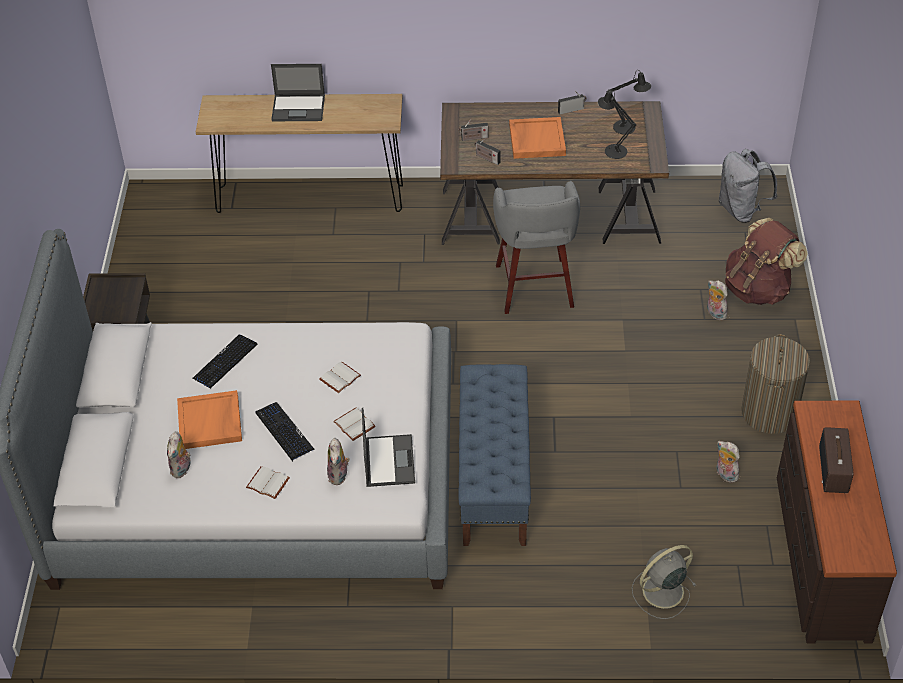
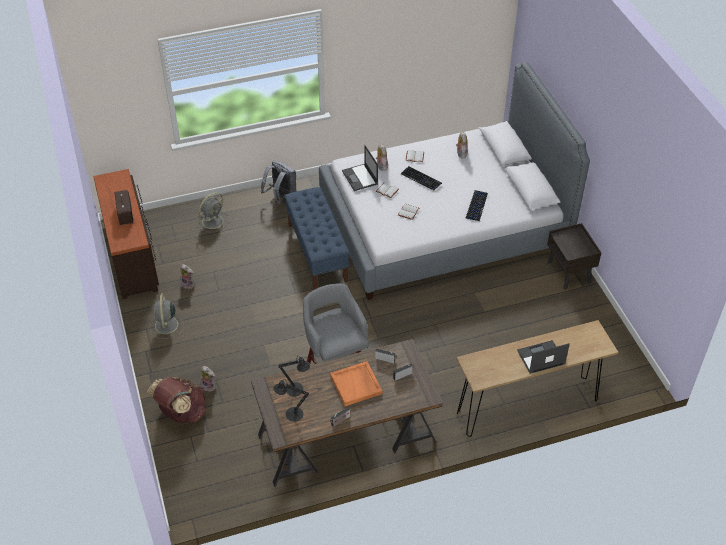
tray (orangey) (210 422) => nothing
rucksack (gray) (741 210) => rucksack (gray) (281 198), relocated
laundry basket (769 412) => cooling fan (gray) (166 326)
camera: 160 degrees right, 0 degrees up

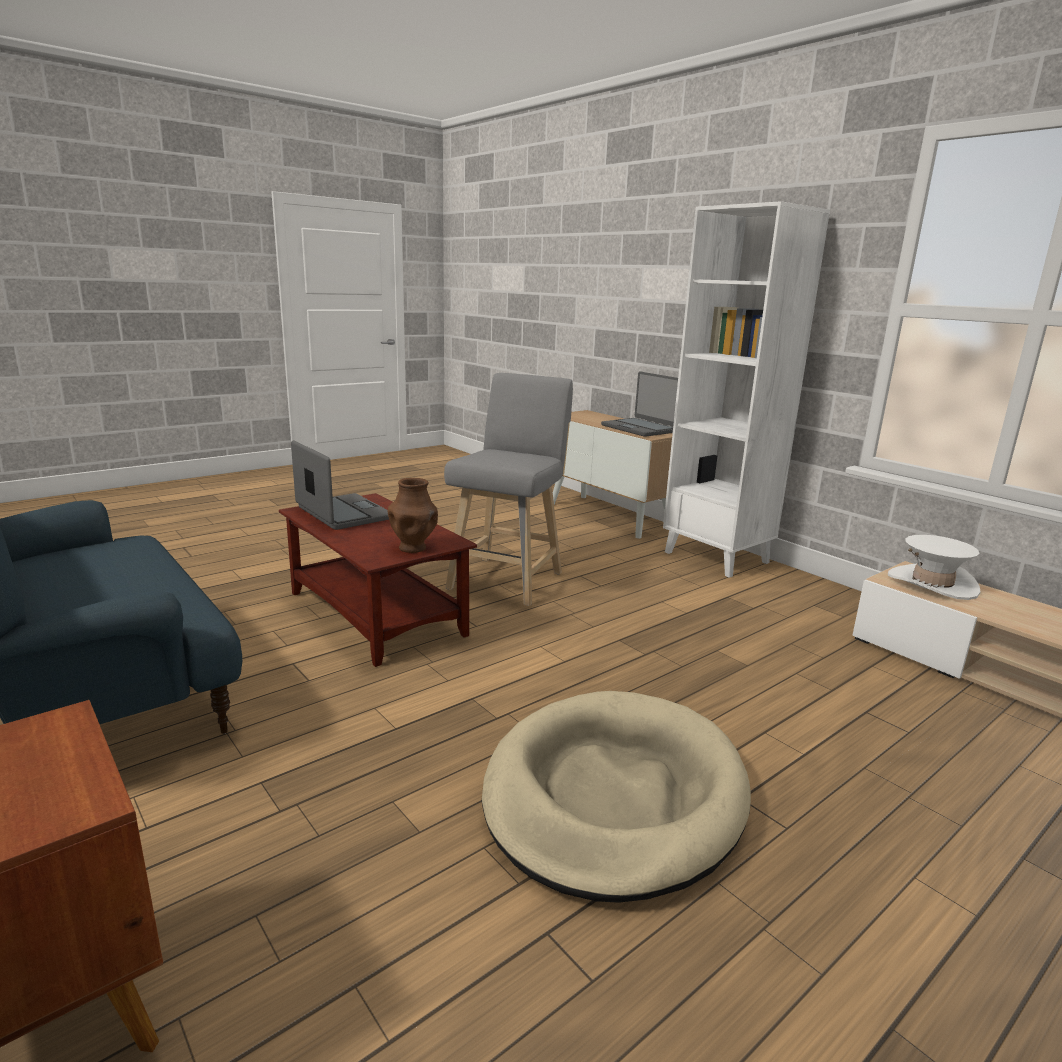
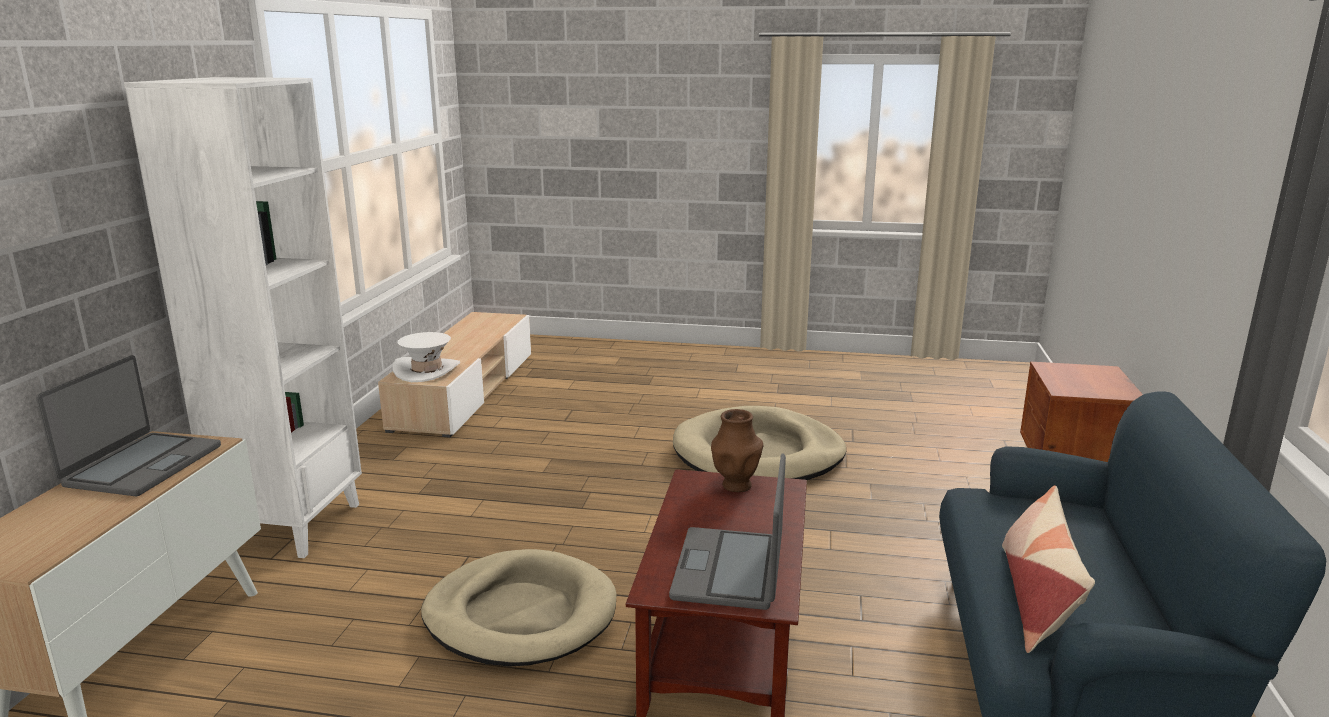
stool seat (gray) (508 578) => dog cushion (beige) (521 614)
nothing => throw pillow (1037 597)
camera: 130 degrees left, 0 degrees up

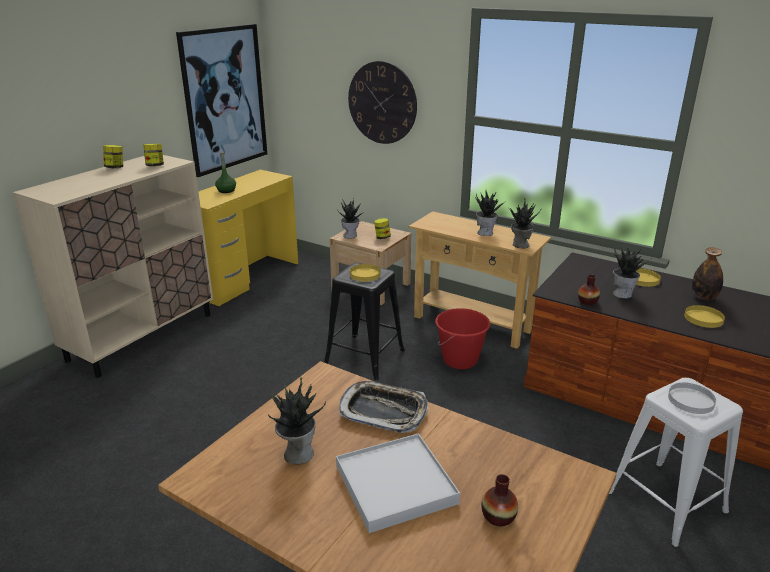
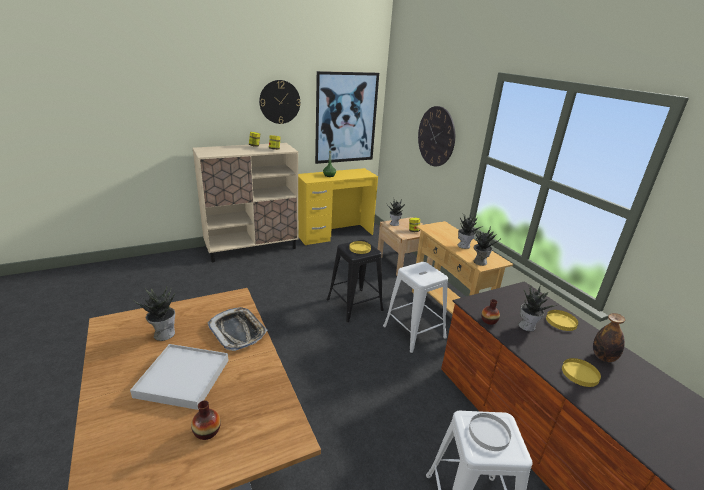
pail (reddish) (460 360) => stool seat (whitish) (414 332)
nothing => wall clock (279 102)
camera: 30 degrees right, 0 degrees up

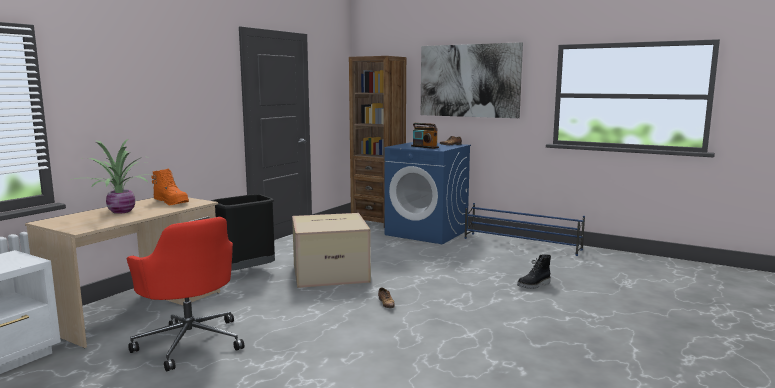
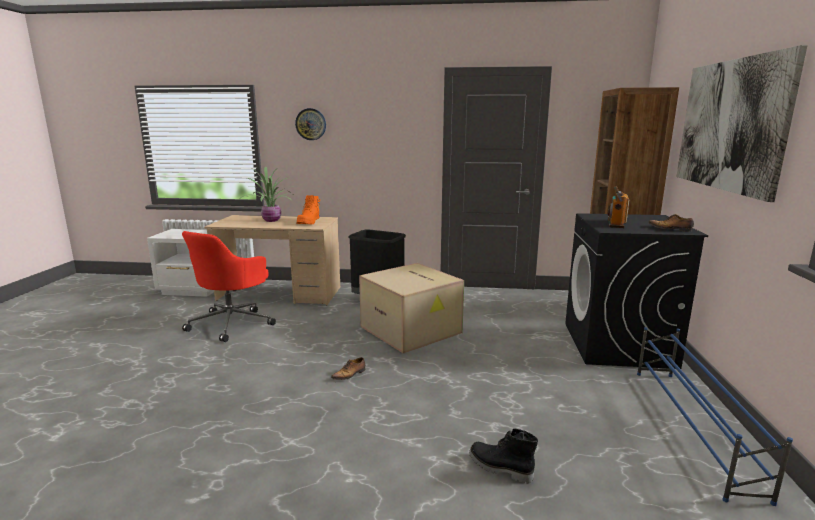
laundry machine (bluish) (427 232) => laundry machine (black-coloured) (618 345)
nothing => wall clock (311 124)
camera: 65 degrees right, 5 degrees up

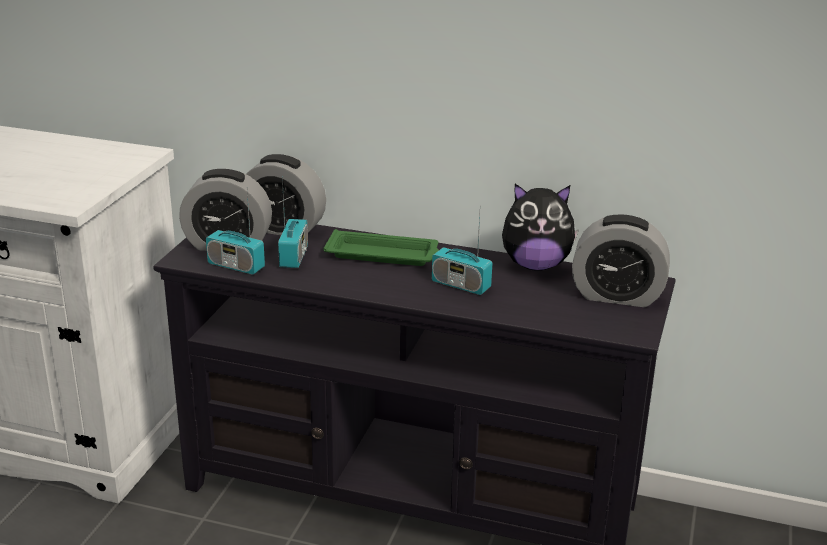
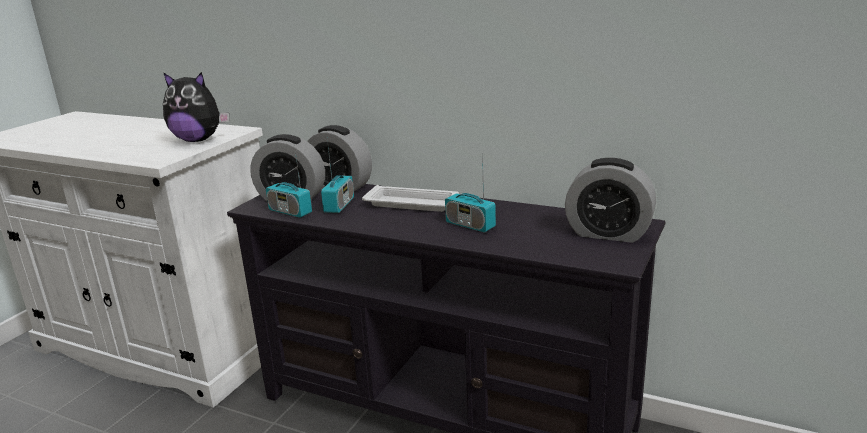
tray (green-coloured) (384 255) => tray (whitish) (413 204)
cuddly toy (535 265) => cuddly toy (198 140), relocated
camera: 10 degrees right, 5 degrees down

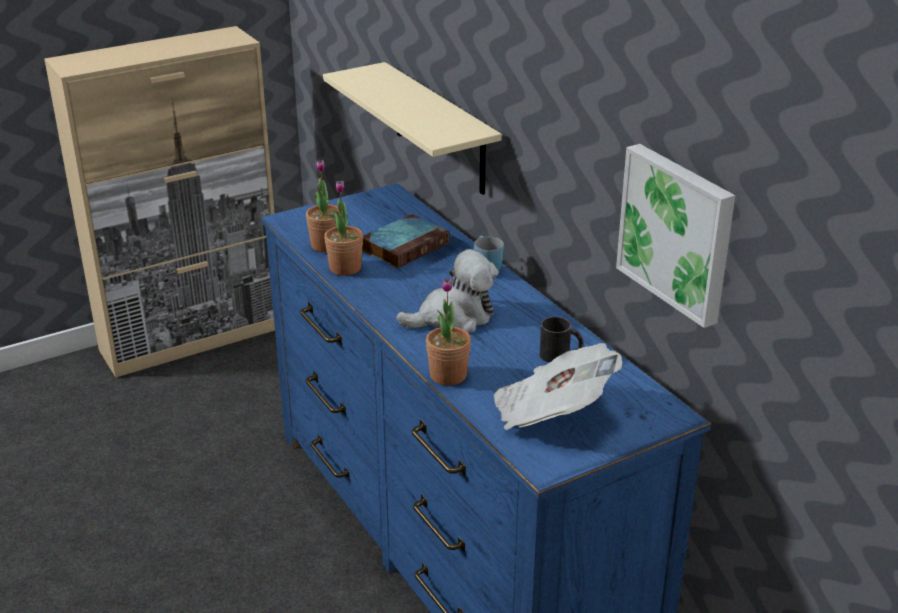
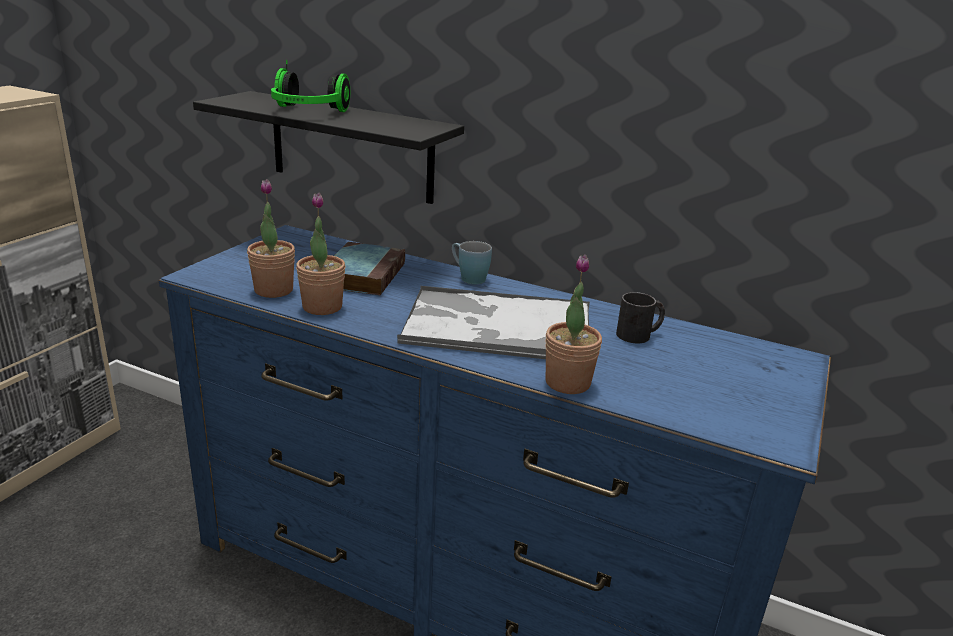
shelf (beige) (439 129) => shelf (black-coloured) (351 147)
cuddly toy (454 317) => tray (496 326)
printed paper (551 413) => nothing
wall art (678 232) => nothing
nothing => headset (308 112)
camera: 35 degrees left, 5 degrees down

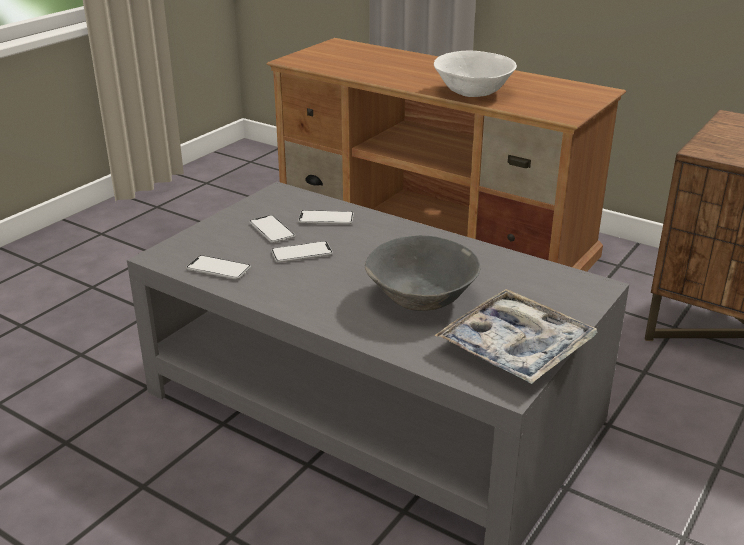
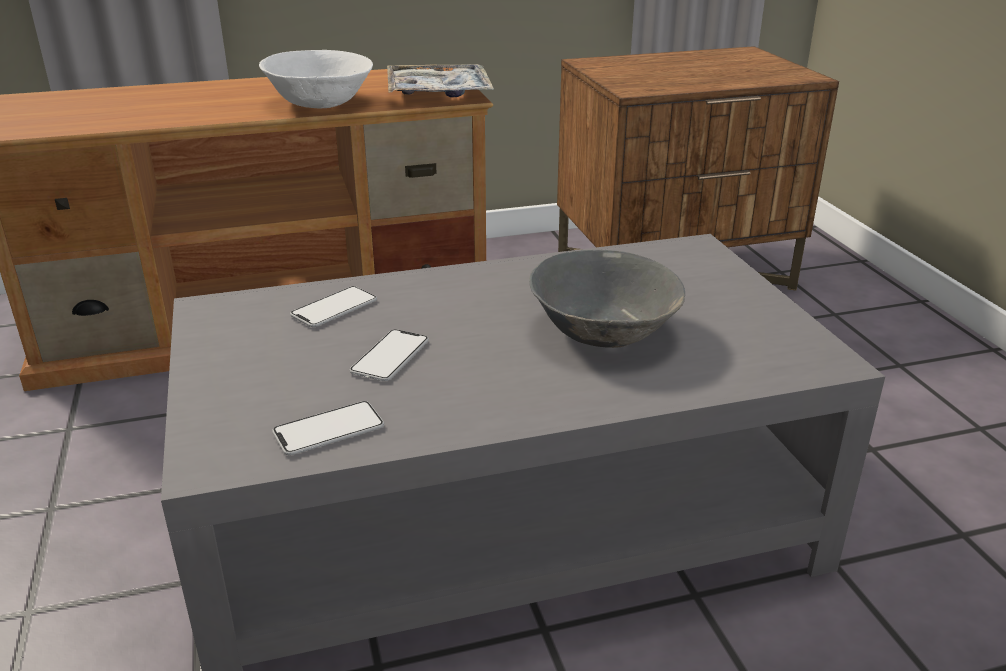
phone (272 230) => nothing
tray (515 347) => tray (438 93), relocated
camera: 50 degrees left, 0 degrees up

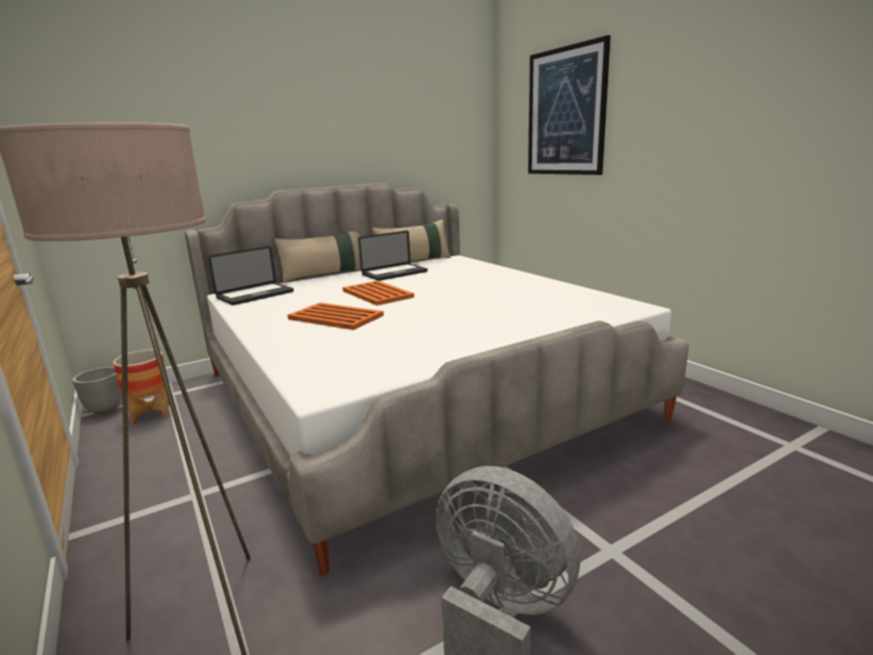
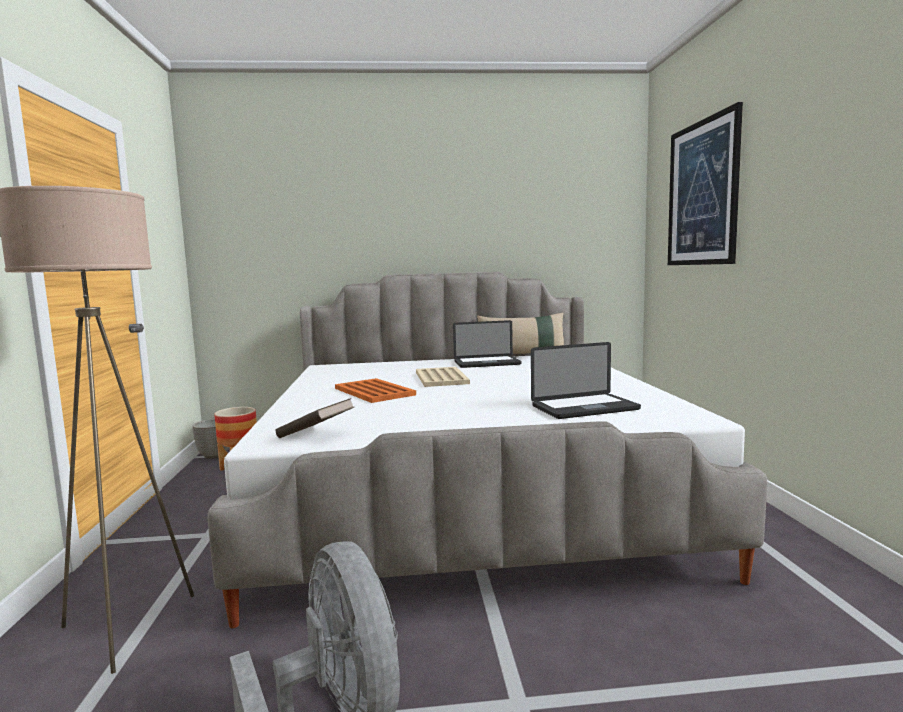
notebook computer (255 295) => notebook computer (585 408), relocated
throw pillow (beige) (325 275) => nothing
tray (orangey) (377 294) => tray (beige) (441 378)
nothing => volume (brown) (316 435)
camera: 25 degrees right, 10 degrees down

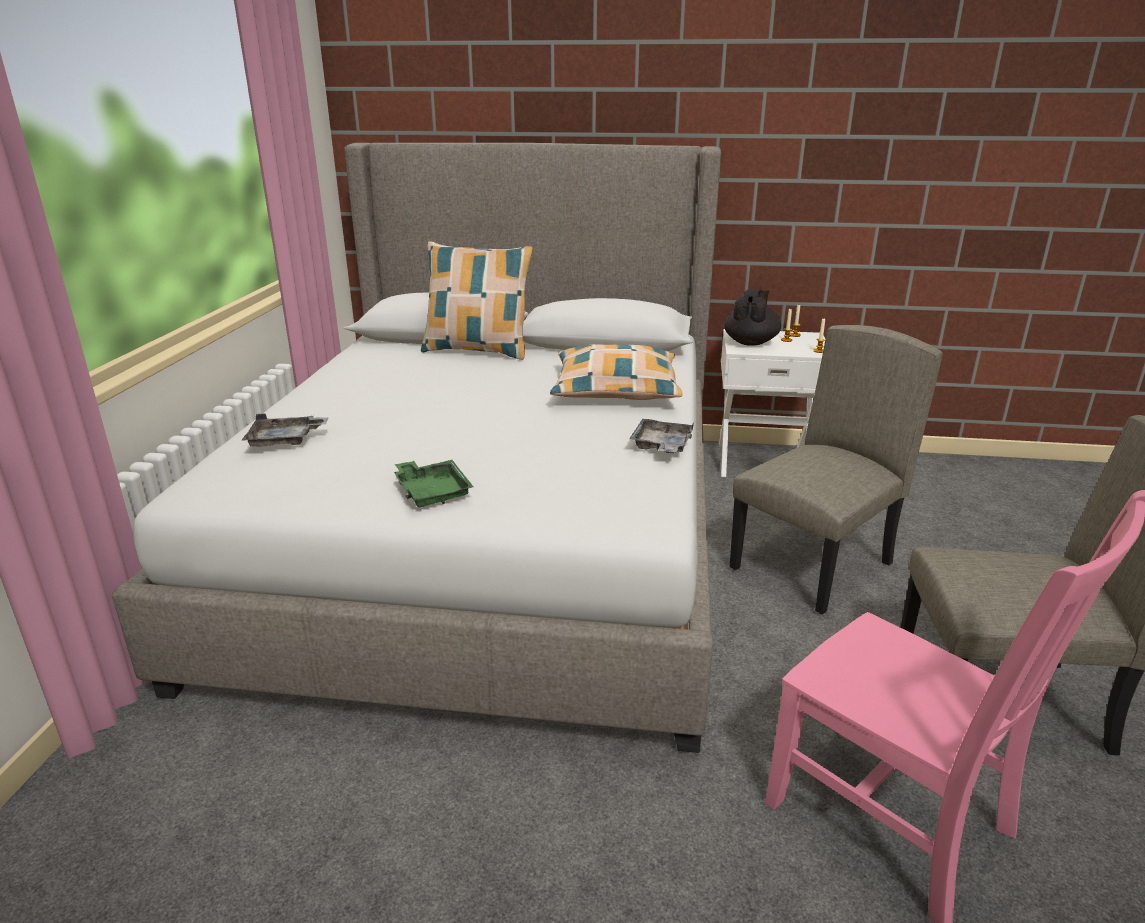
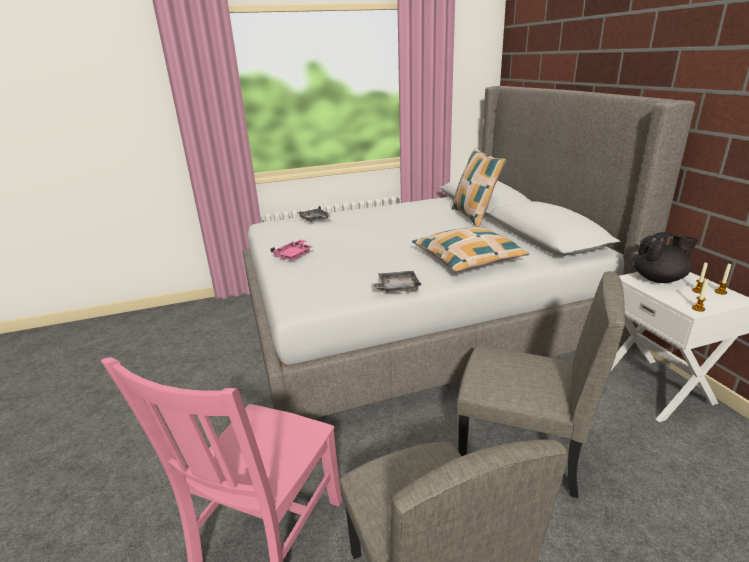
tray (green-coloured) (432 492) => tray (pink-coloured) (294 255)
camera: 65 degrees right, 0 degrees up

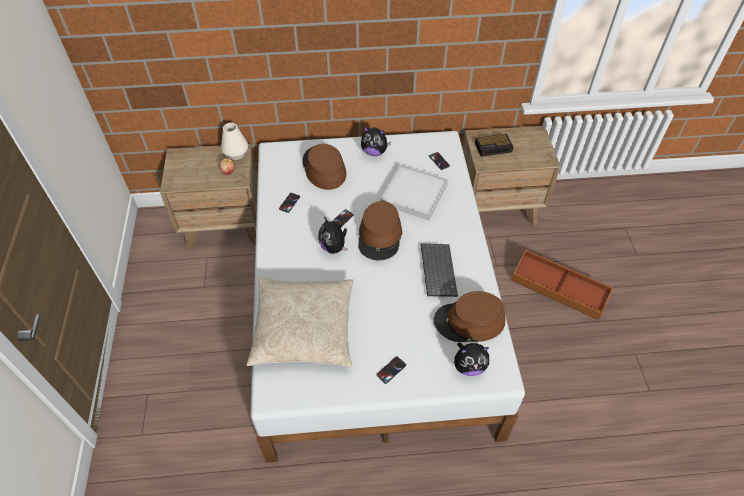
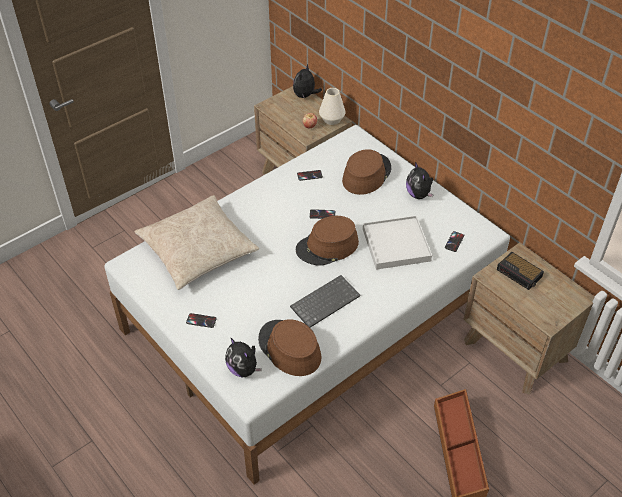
cuddly toy (334 247) => cuddly toy (305 96), relocated
camera: 55 degrees right, 5 degrees down

